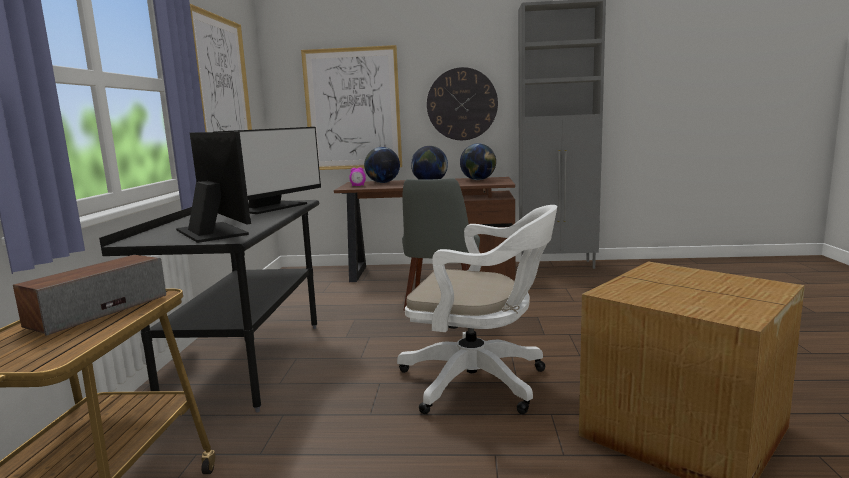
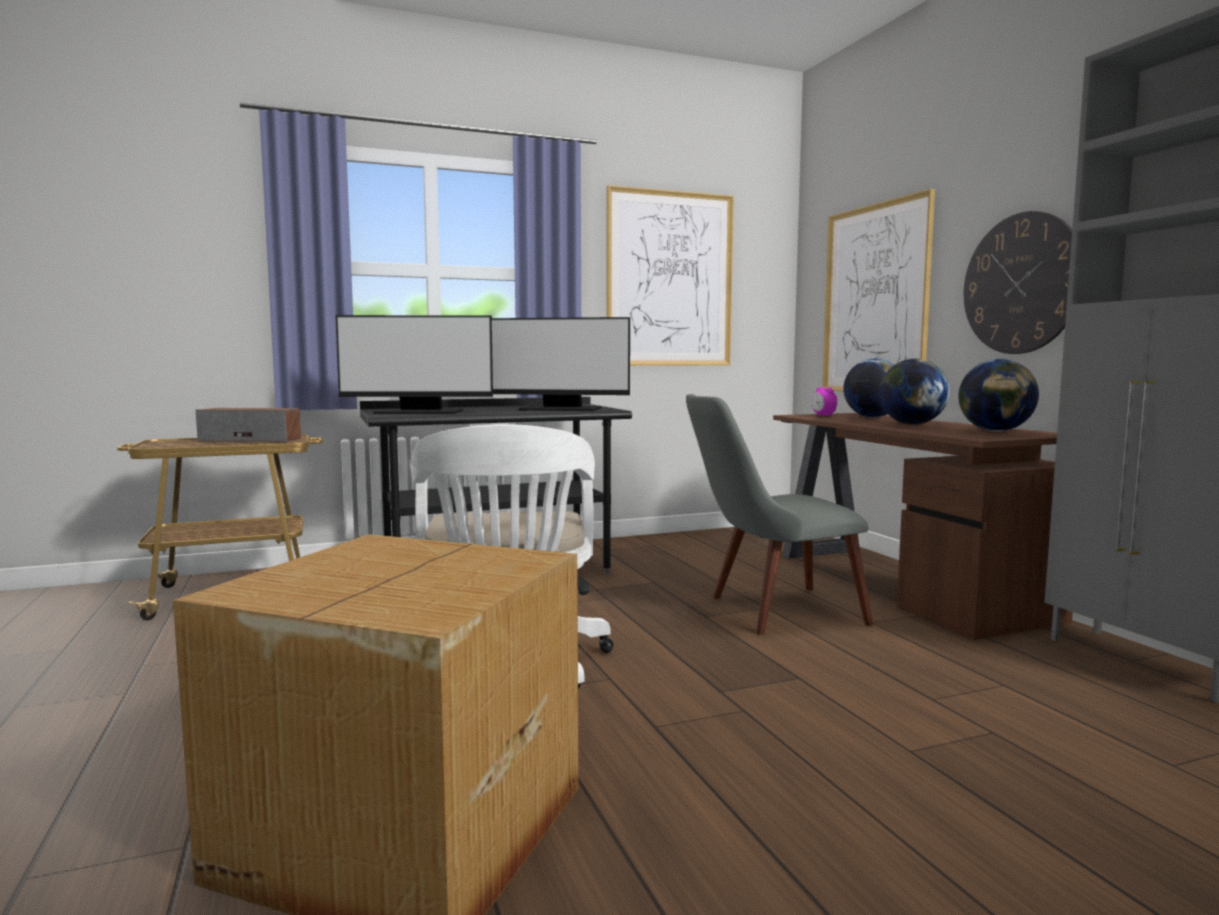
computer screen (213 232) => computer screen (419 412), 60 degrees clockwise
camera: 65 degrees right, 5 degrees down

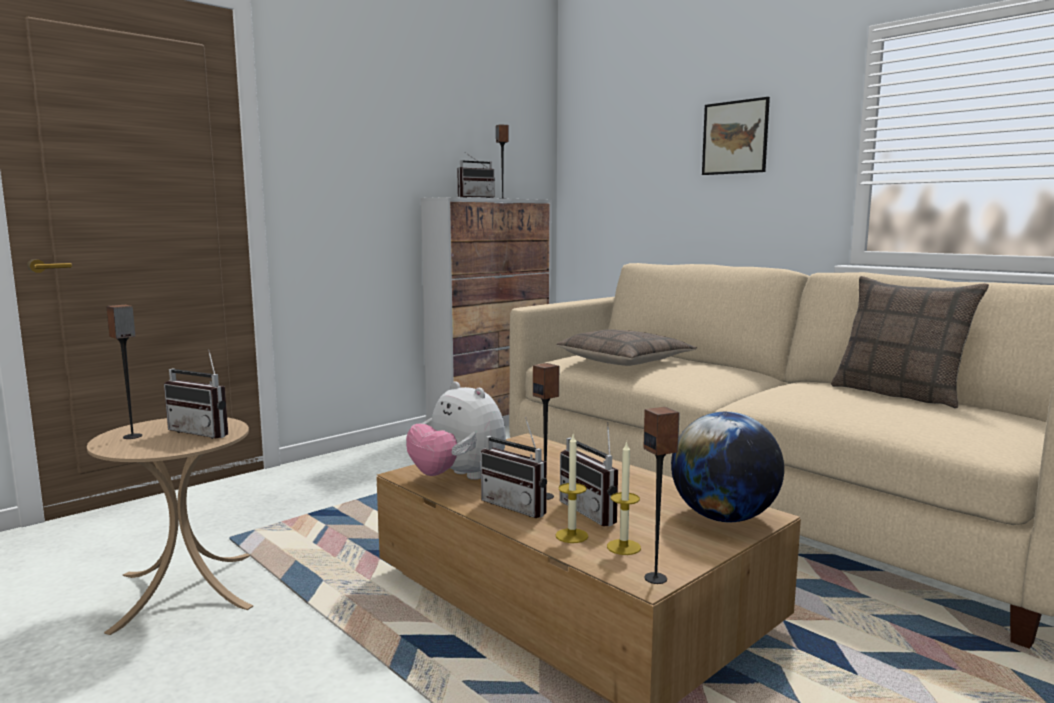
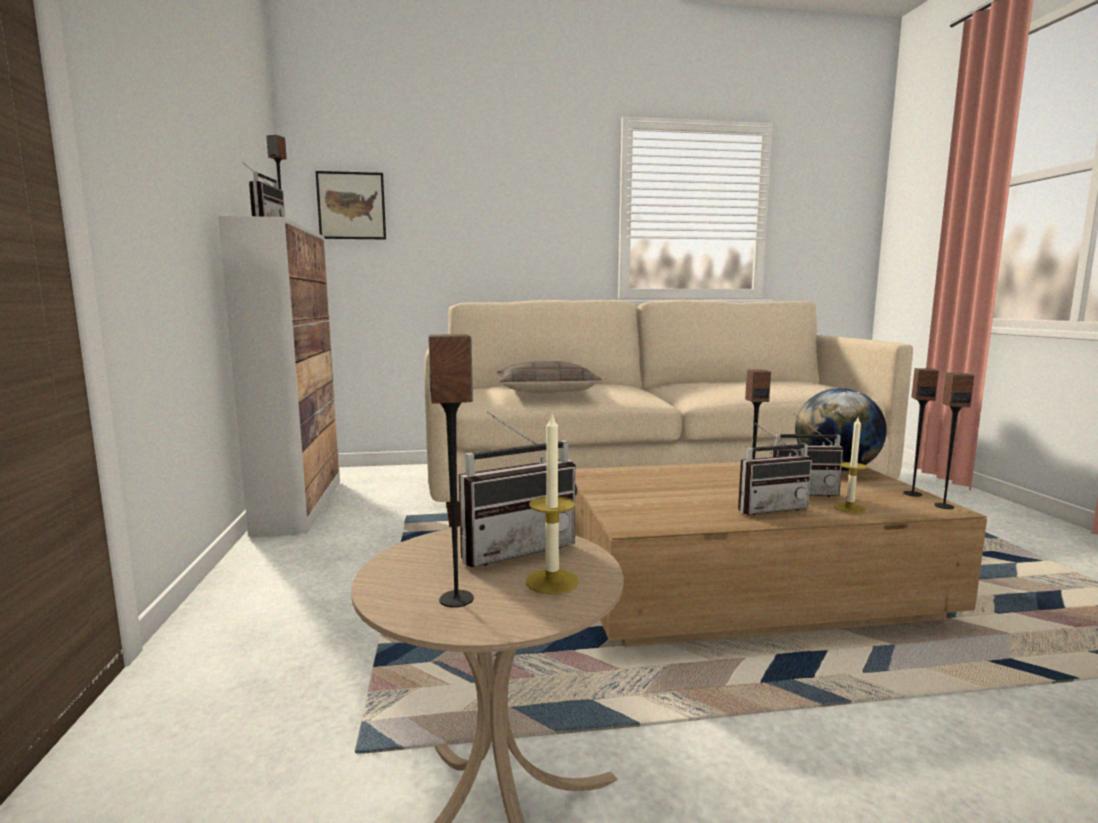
cuddly toy (457 477) => nothing
candle (623 547) => candle (552 581), relocated
wall art (735 137) => wall art (351 206), relocated
throw pillow (899 394) => nothing
nothing => speaker (912 494)
camera: 55 degrees left, 0 degrees up

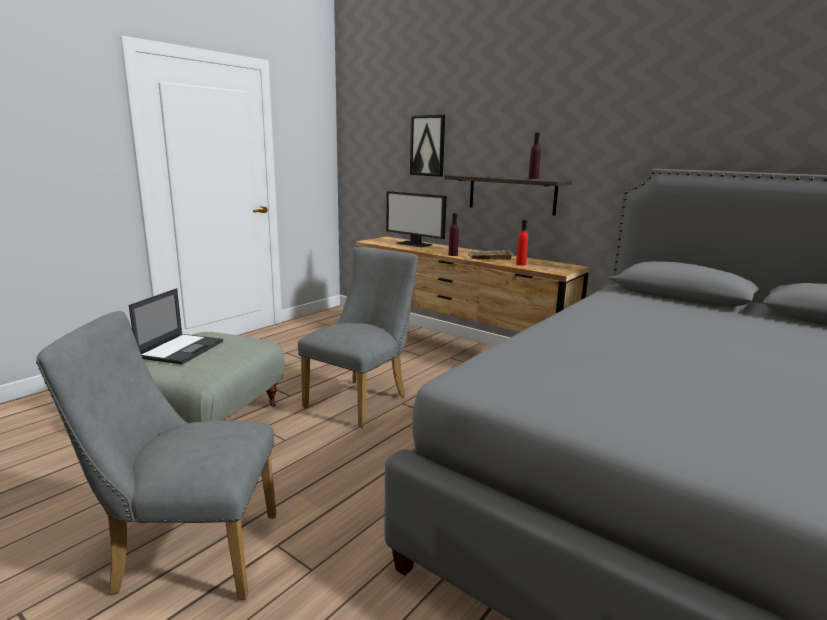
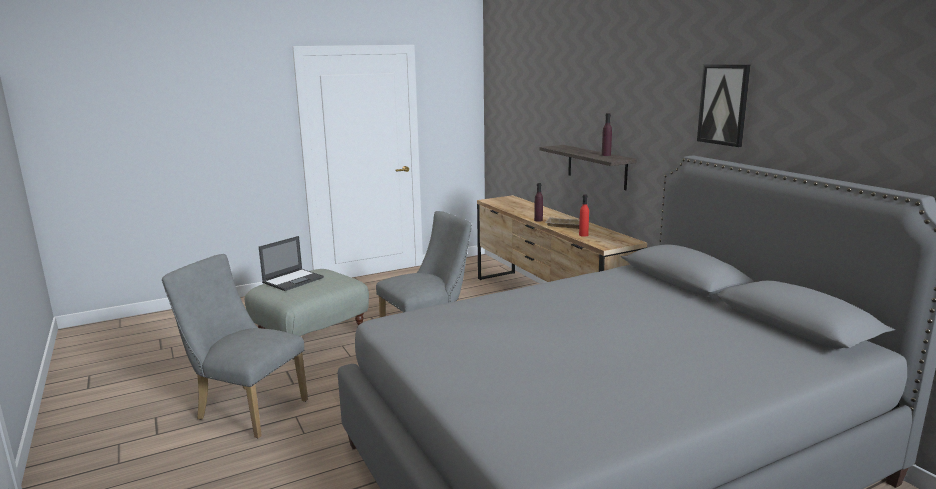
computer screen (415 244) => nothing
wall art (428 145) => wall art (724 104), relocated
camera: 25 degrees right, 0 degrees up

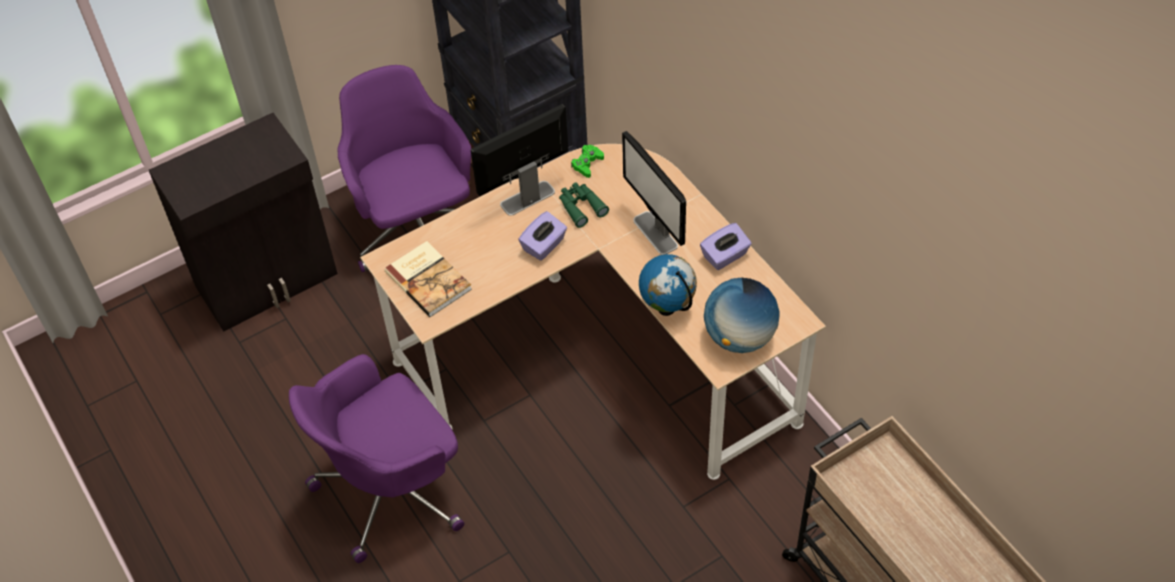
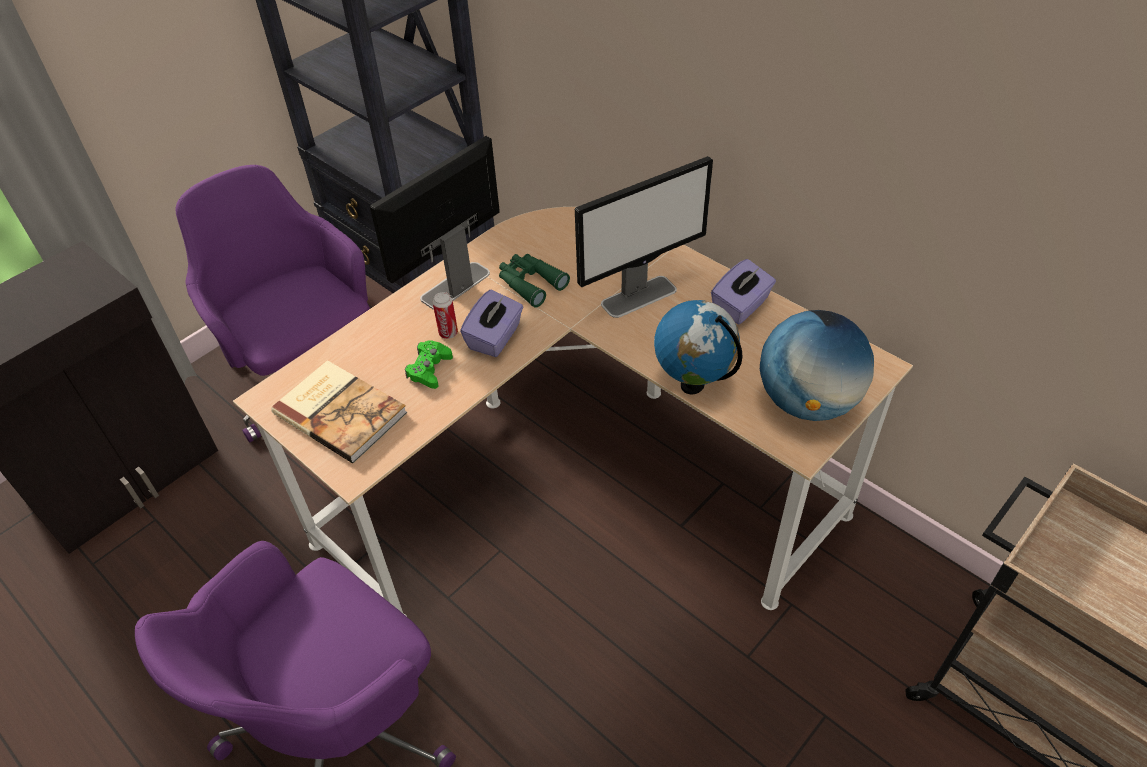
gamepad (green-coloured) (587 164) => gamepad (green-coloured) (429 369), relocated
computer screen (655 233) => computer screen (639 296), 75 degrees counterclockwise
nothing => sealed can (448 333)
camera: 15 degrees left, 5 degrees down

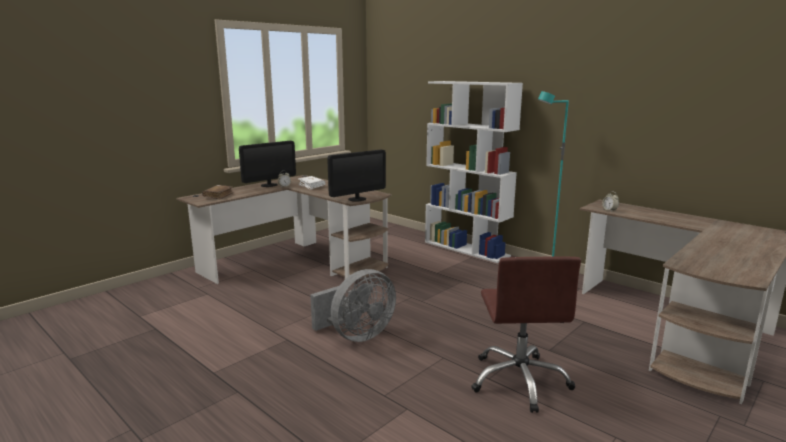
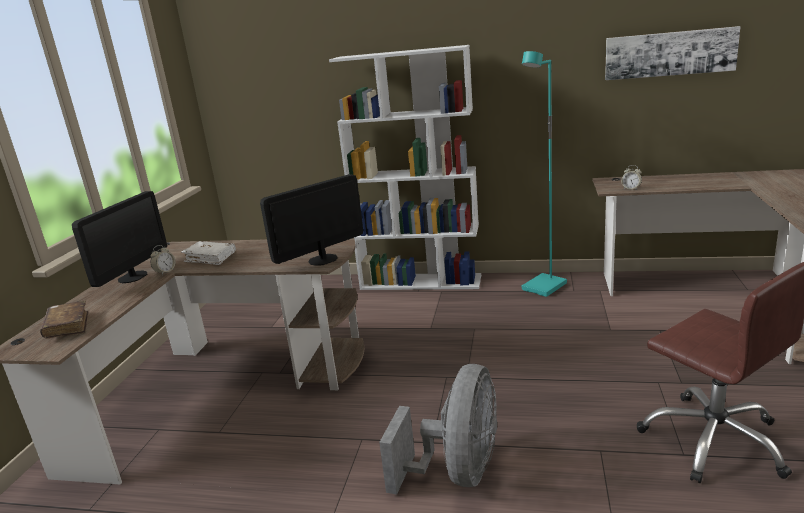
computer screen (357 199) => computer screen (323 259), 150 degrees counterclockwise
nothing => wall art (669 53)
camera: 30 degrees left, 5 degrees up

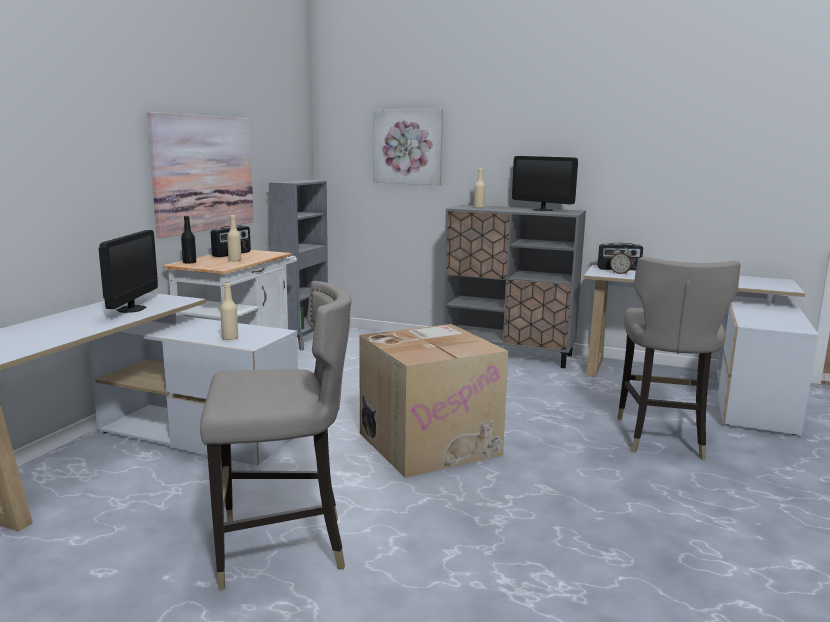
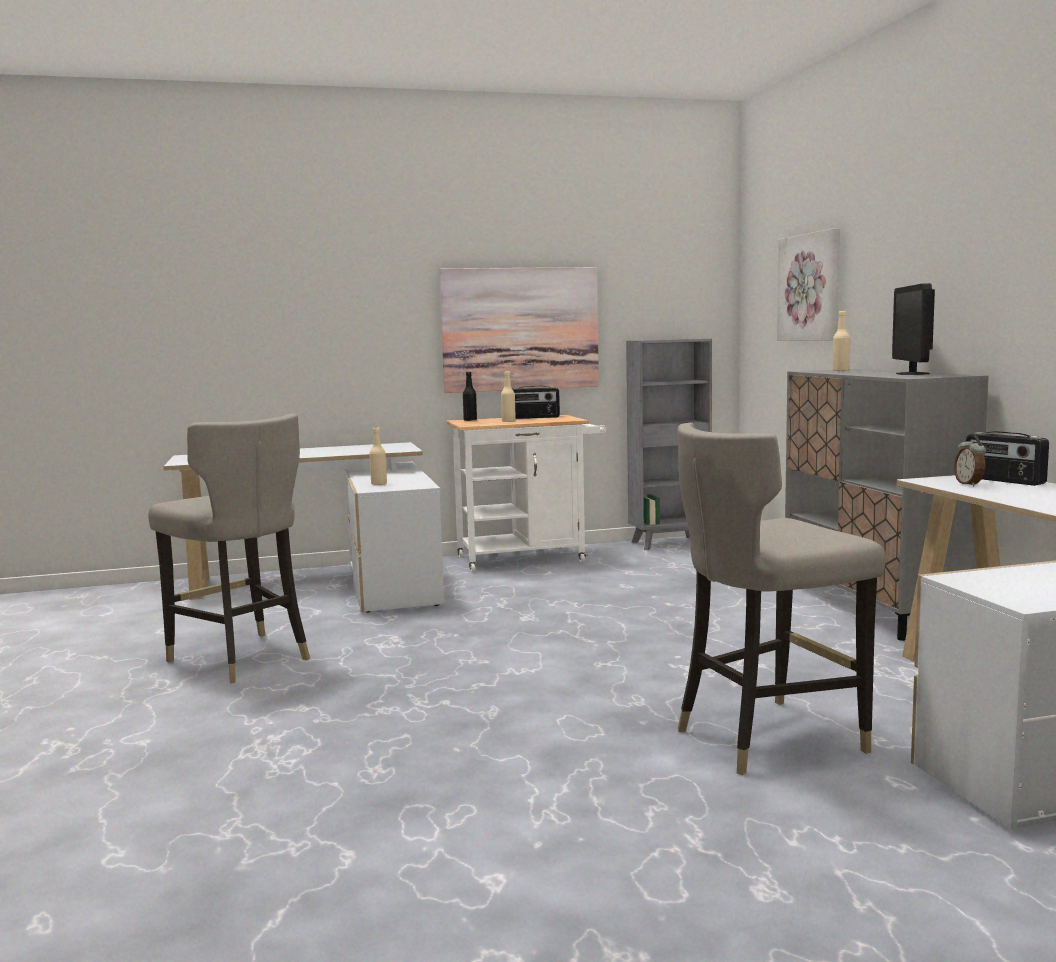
computer screen (131 309) => nothing
carton (429 443) => nothing
camera: 55 degrees right, 5 degrees down

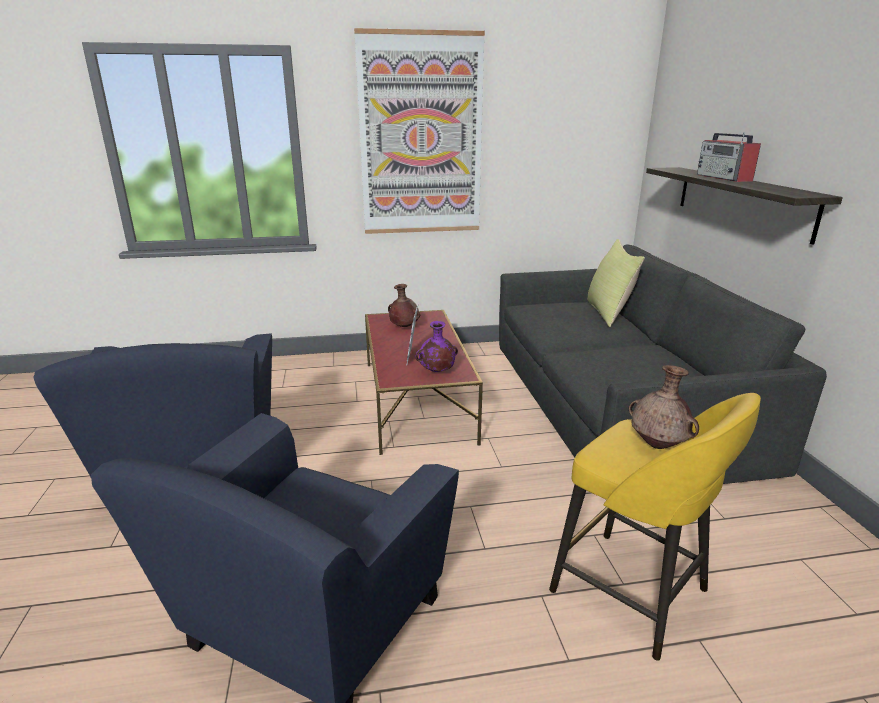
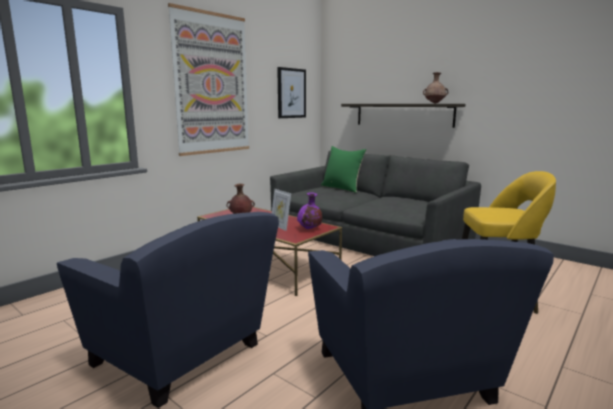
throw pillow (yellow-coloured) (609 313) => throw pillow (green-coloured) (342 188)
flower vase (brown) (658 445) => flower vase (brown) (435 103), relocated
radio (724 178) => nothing
nothing => wall art (291 93)
camera: 40 degrees left, 10 degrees down

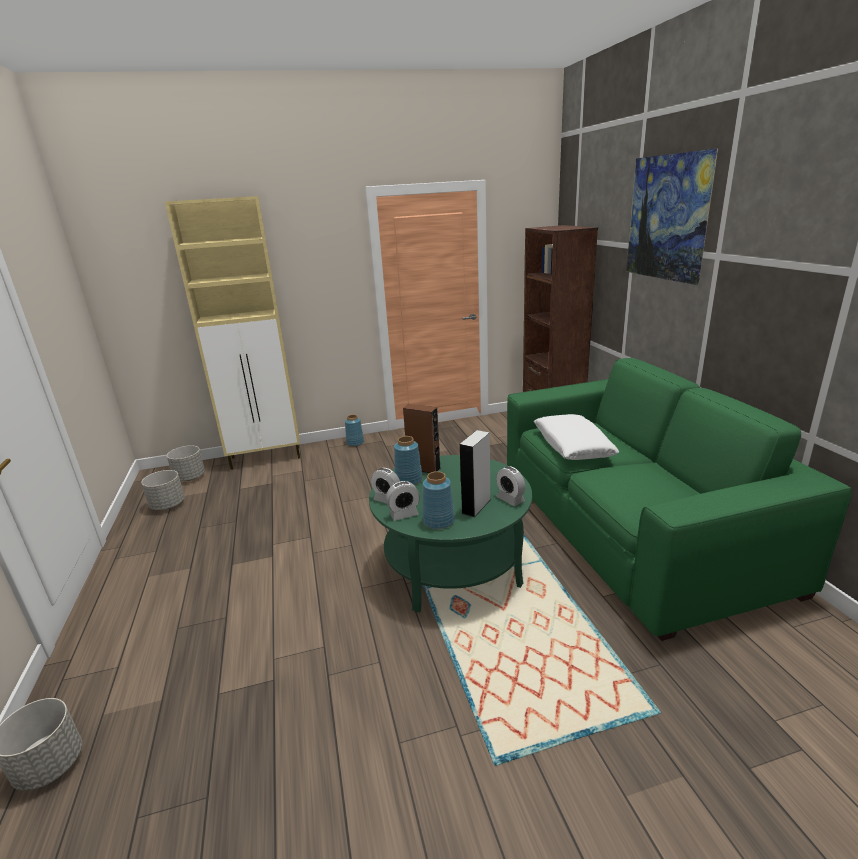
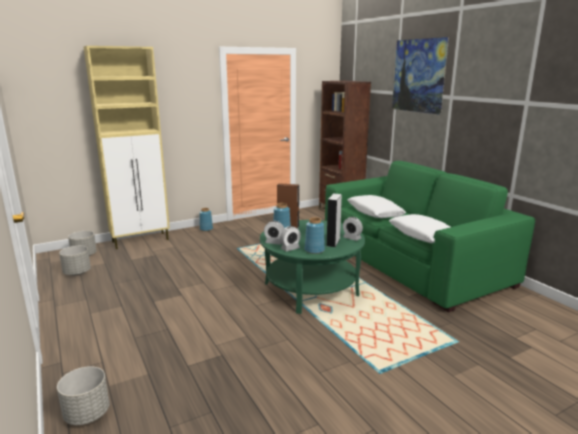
nothing => throw pillow (whitish) (423 236)
camera: 15 degrees left, 5 degrees down

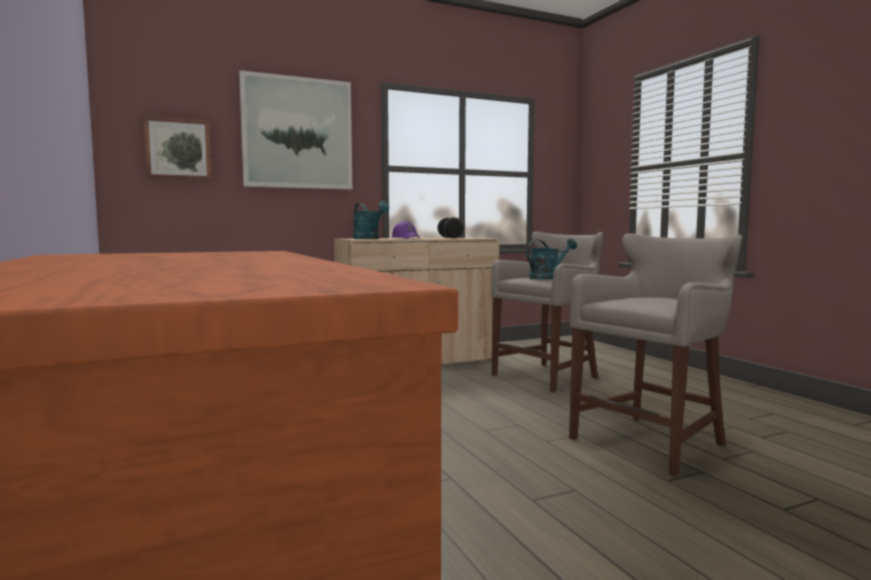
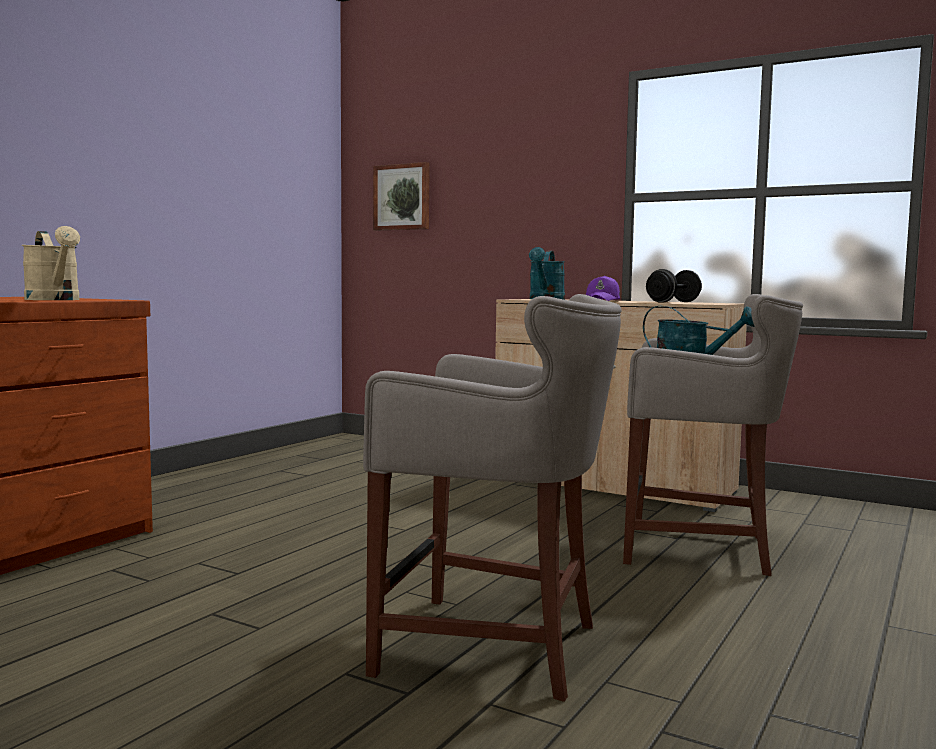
wall art (297 133) => nothing
nothing => watering pot (beige) (55 300)
camera: 55 degrees right, 0 degrees up

